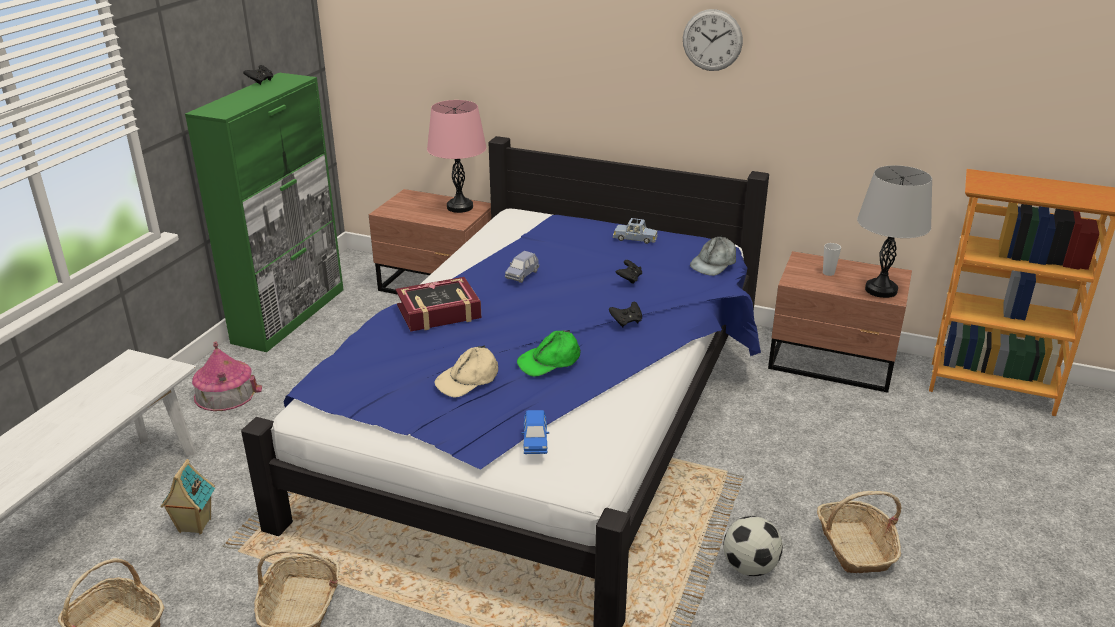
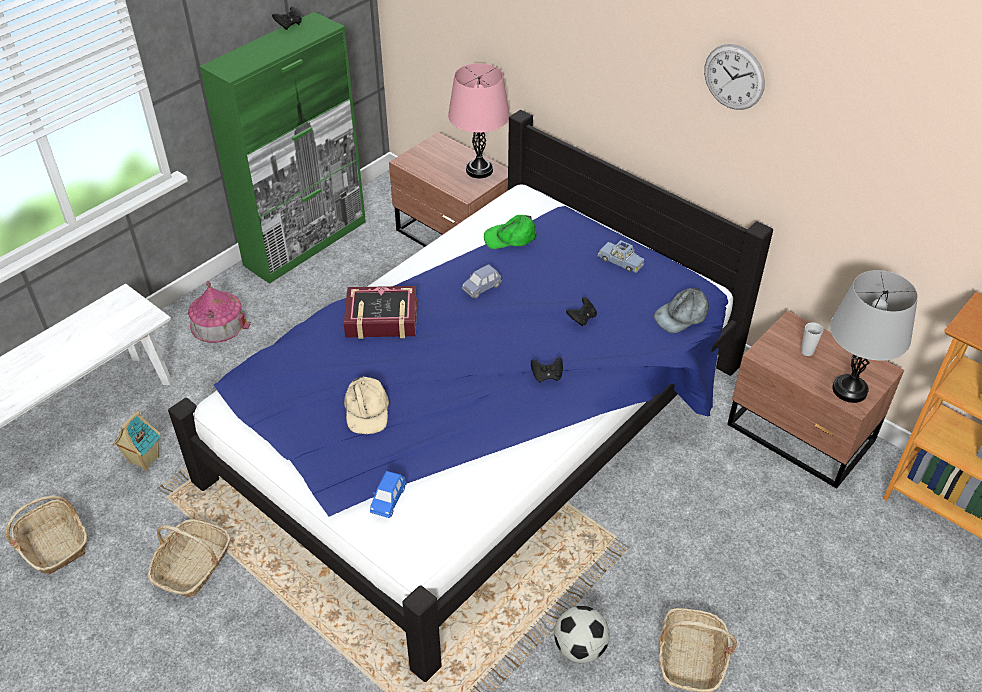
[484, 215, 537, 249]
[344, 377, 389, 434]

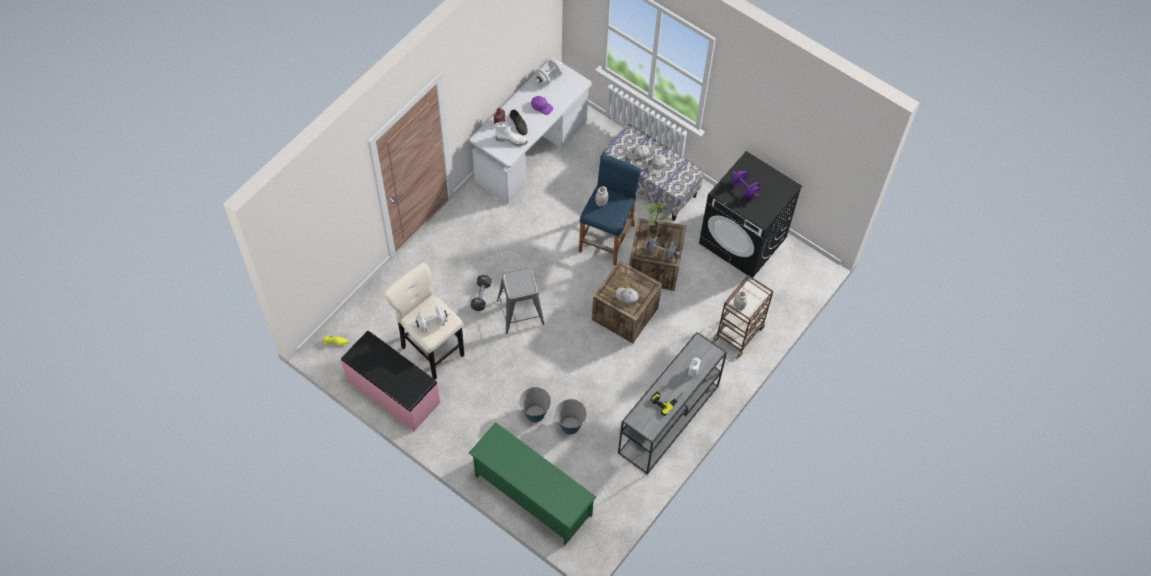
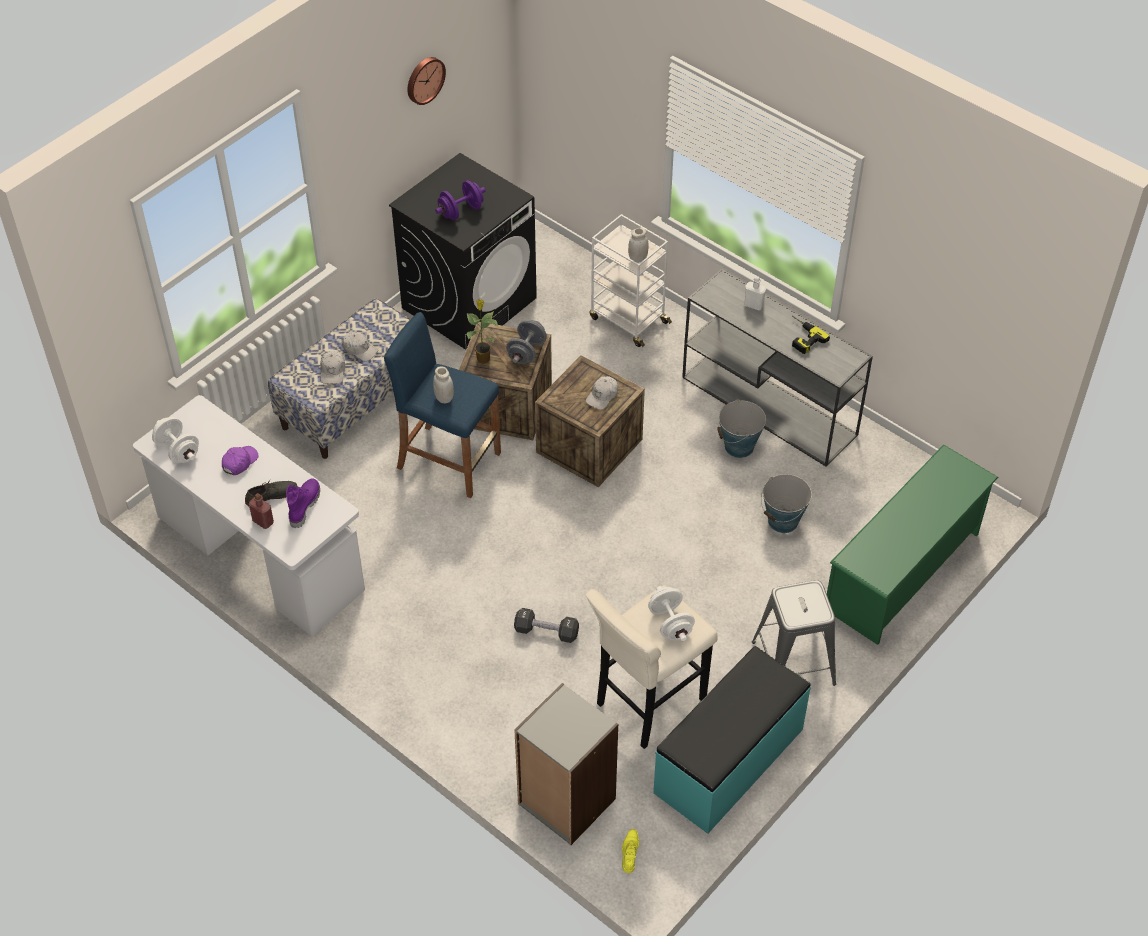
[286, 478, 320, 528]
[752, 580, 836, 686]
[590, 214, 672, 347]
[653, 646, 811, 834]
[717, 399, 766, 458]
[407, 57, 446, 105]
[514, 683, 618, 845]

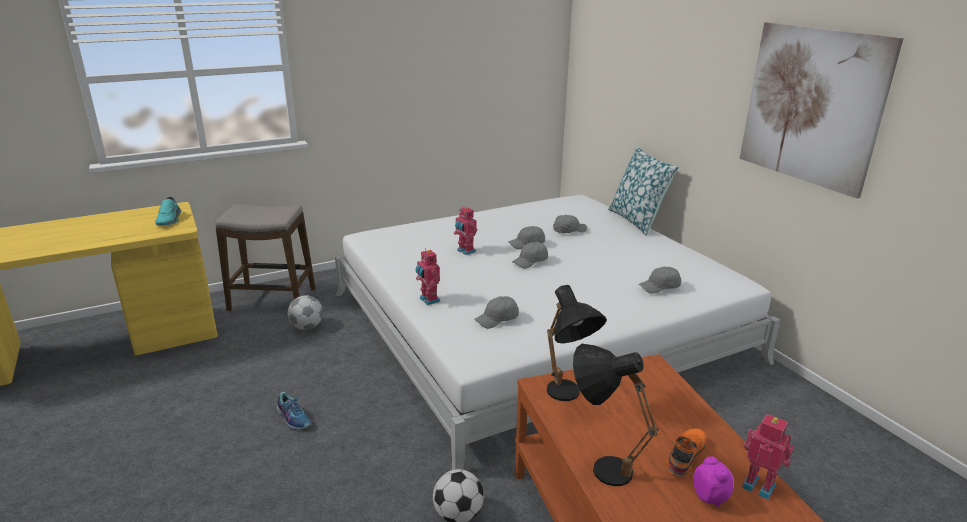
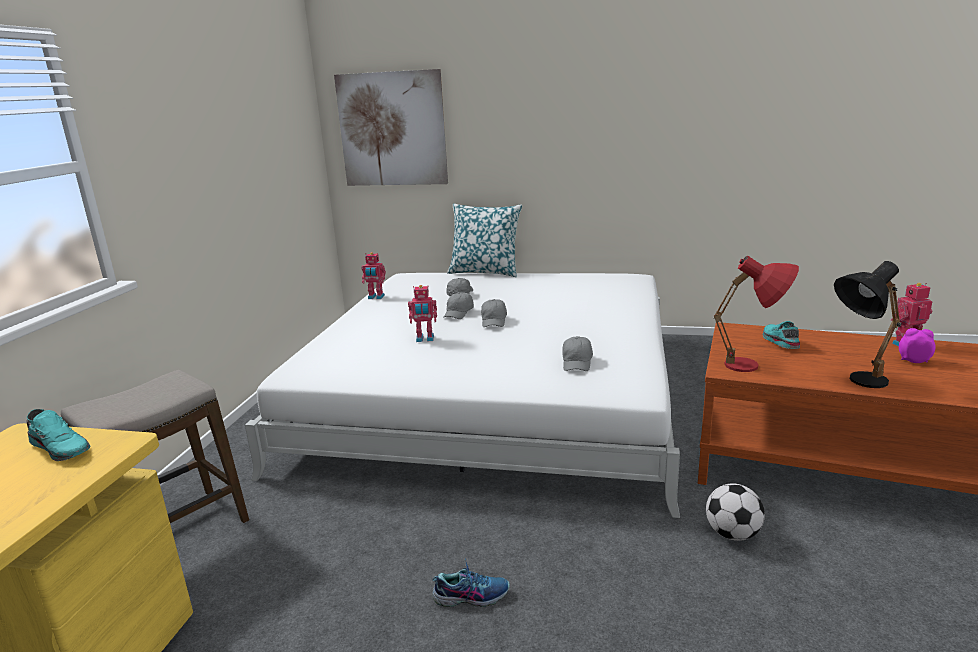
[334, 69, 448, 186]
[361, 252, 386, 299]
[639, 267, 681, 294] (first image)
[713, 256, 799, 372]
[288, 295, 323, 330] (first image)
[666, 428, 707, 477] (first image)
[763, 321, 800, 349]

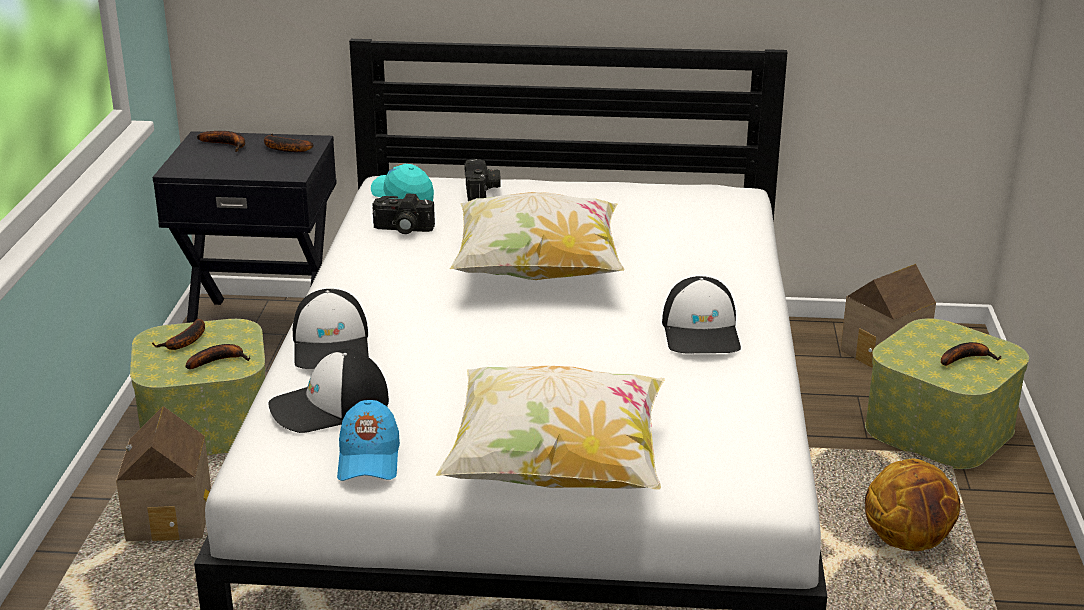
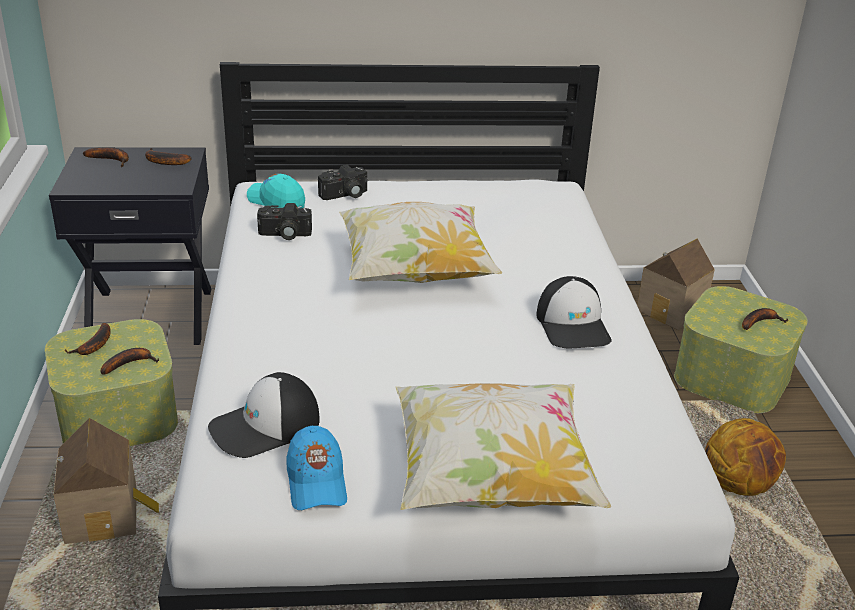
[318, 165, 368, 200]
[293, 289, 369, 369] (first image)

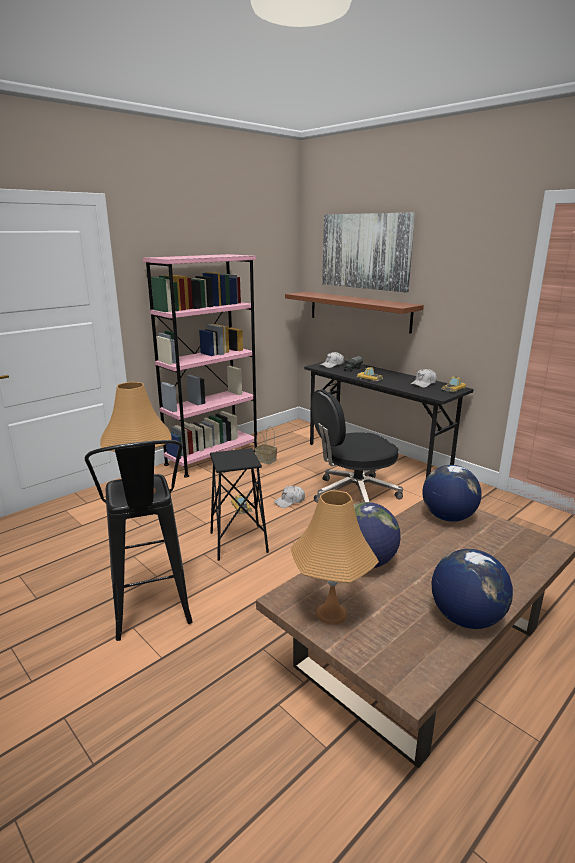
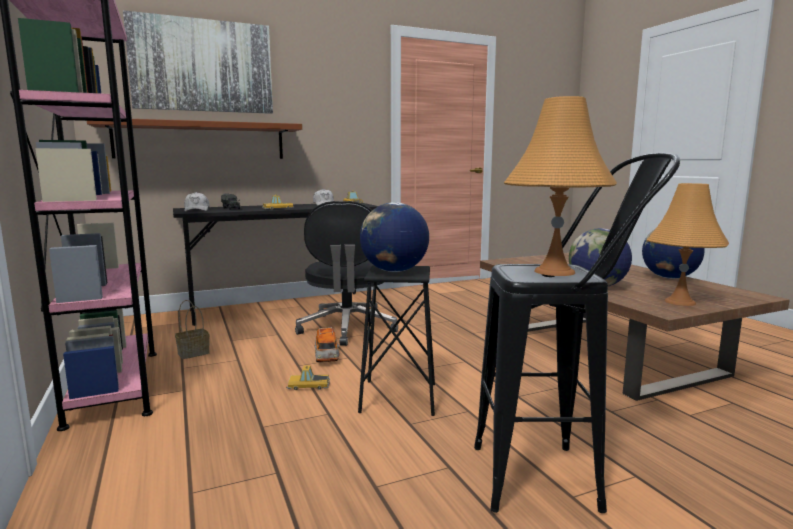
[360, 202, 429, 272]
[315, 327, 339, 362]

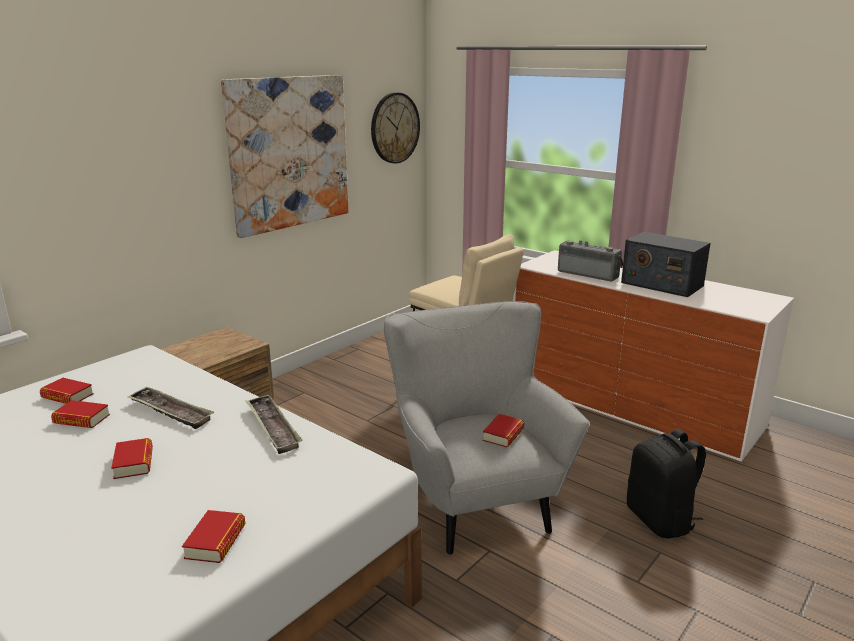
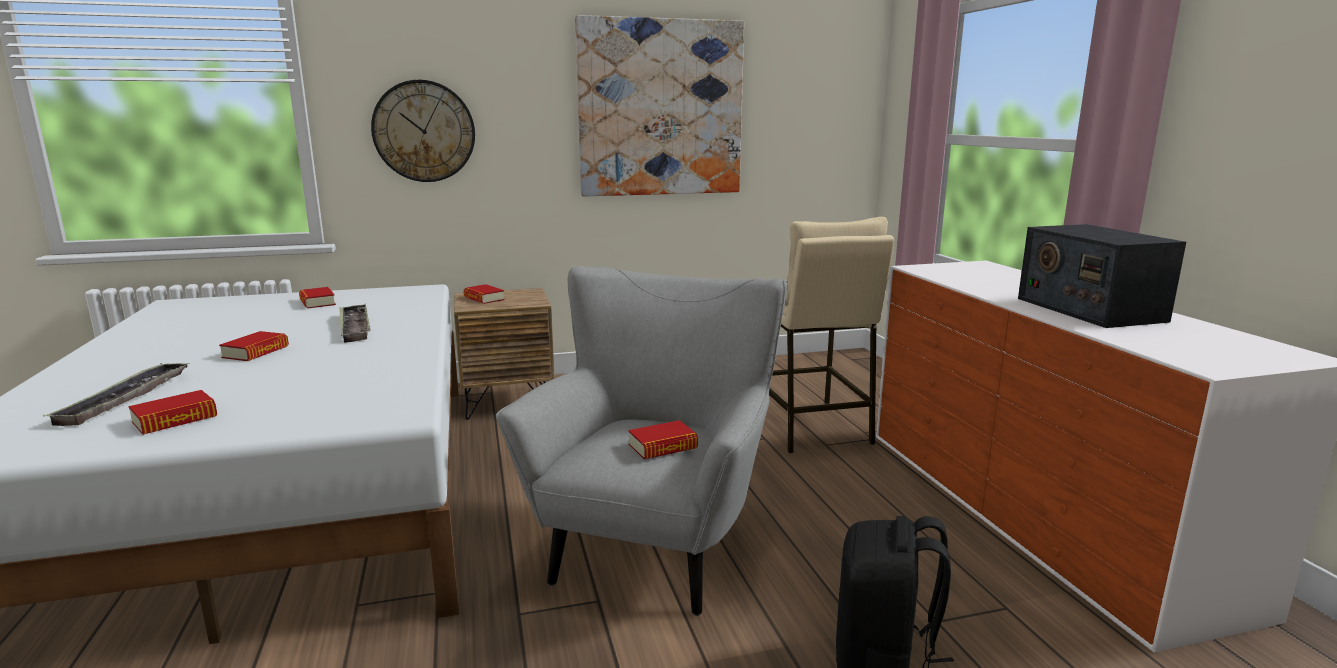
[371, 80, 475, 182]
[558, 240, 623, 282] (first image)
[43, 362, 190, 426]
[464, 284, 505, 304]

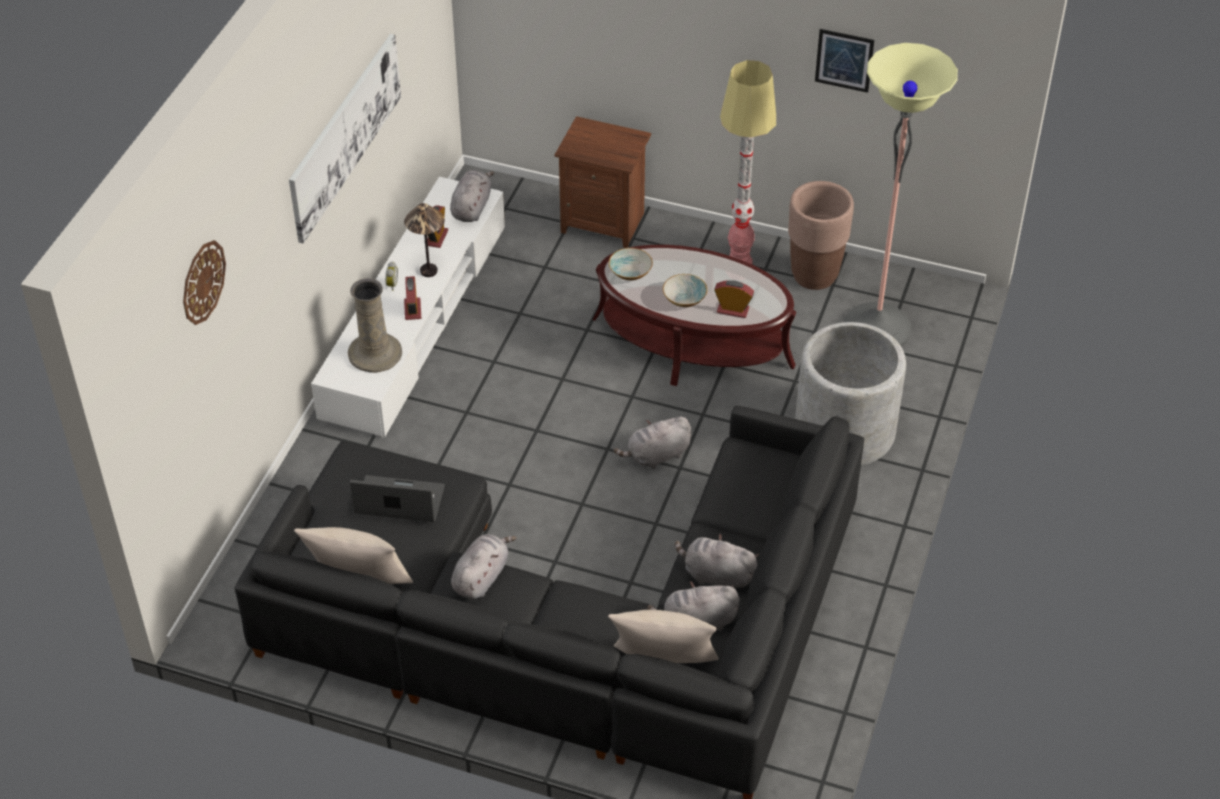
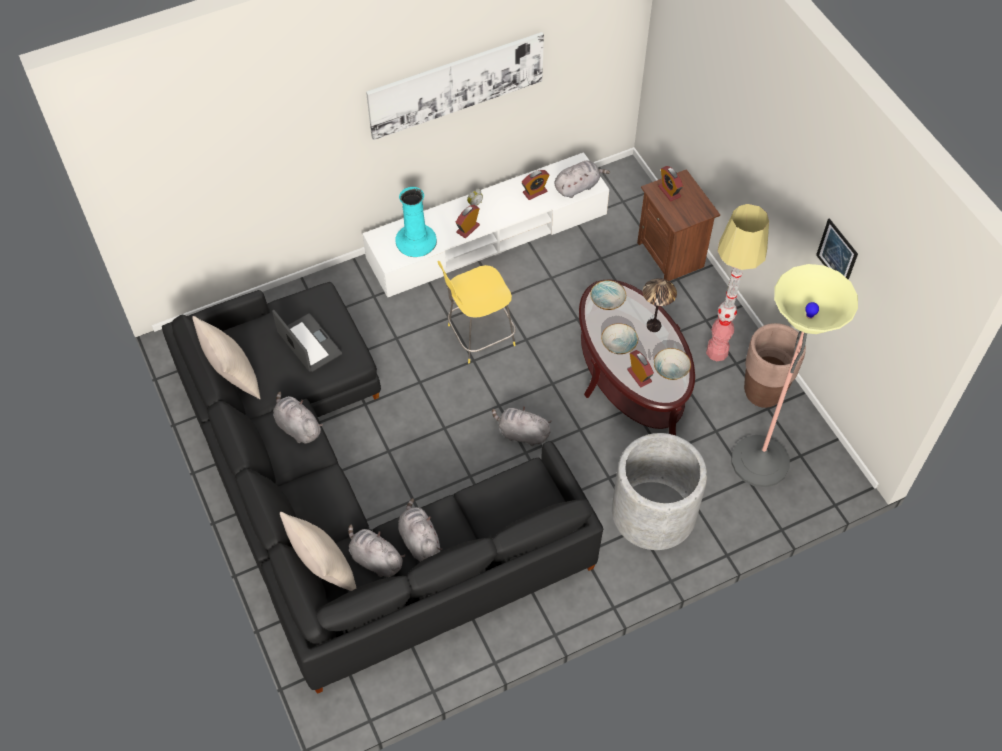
[643, 278, 677, 332]
[183, 240, 226, 325] (first image)
[395, 187, 437, 257]
[273, 392, 323, 444]
[658, 166, 683, 201]
[438, 261, 516, 364]
[654, 348, 691, 380]

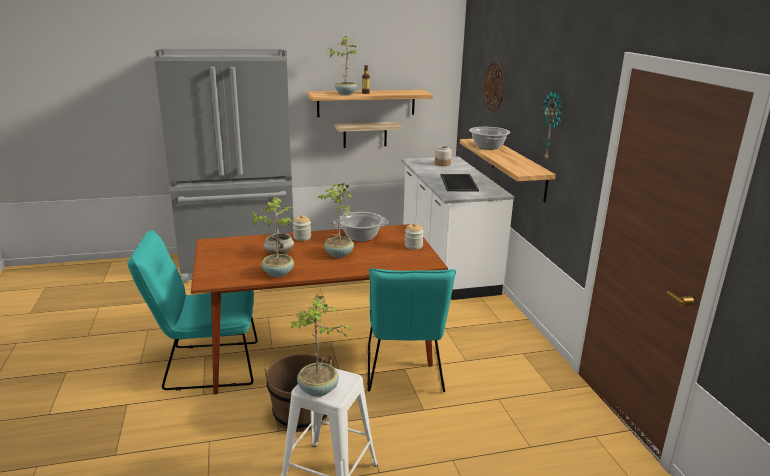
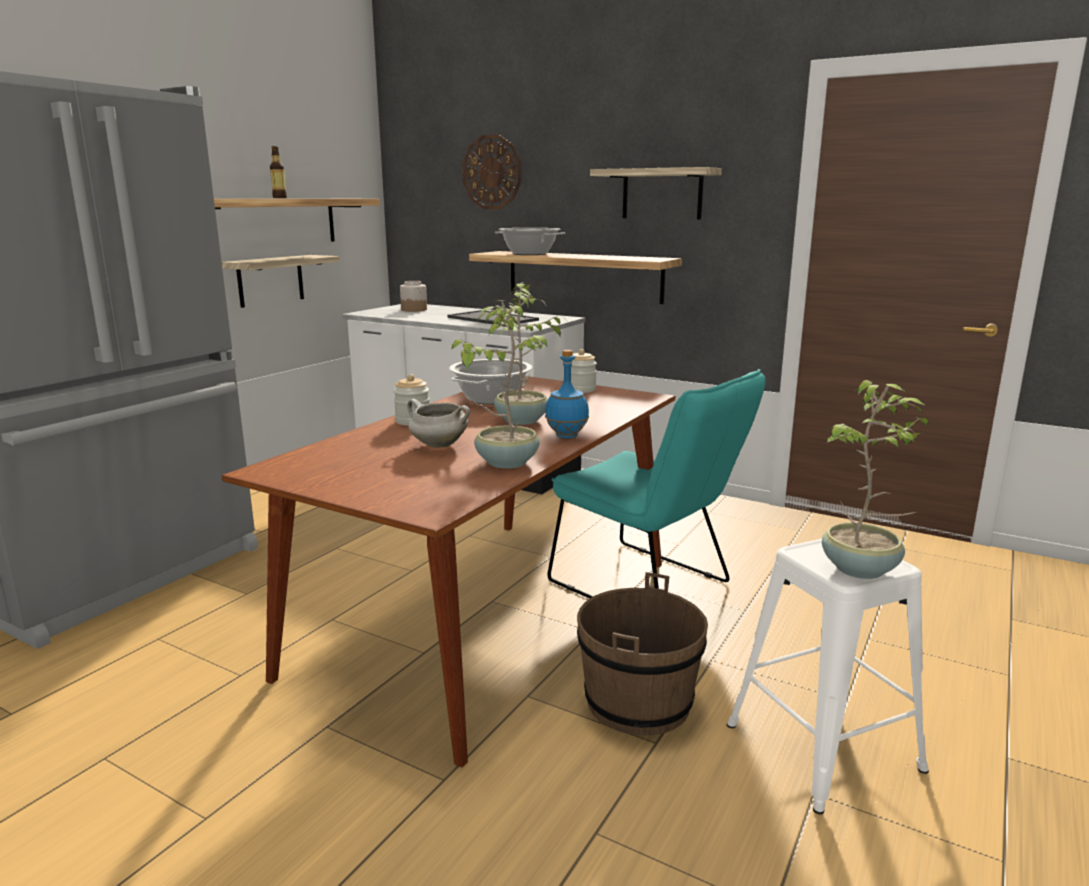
[329, 36, 358, 95] (first image)
[590, 167, 722, 219]
[128, 230, 258, 390] (first image)
[545, 350, 589, 438]

